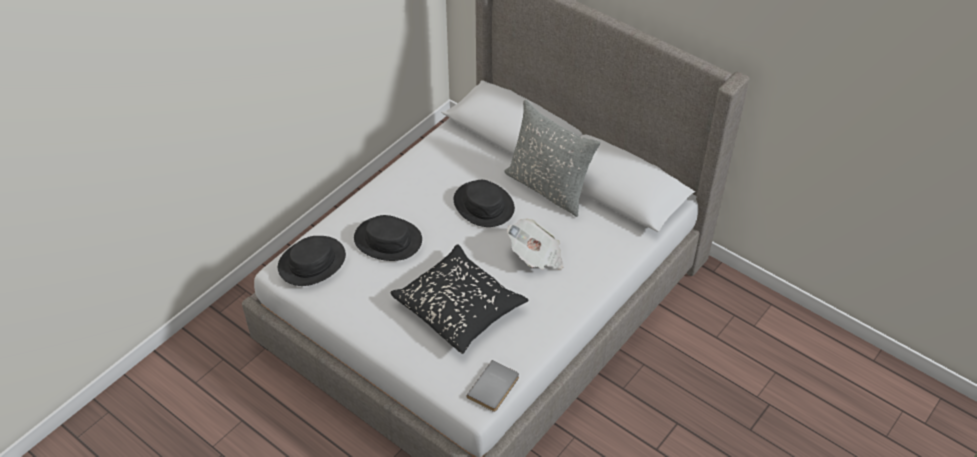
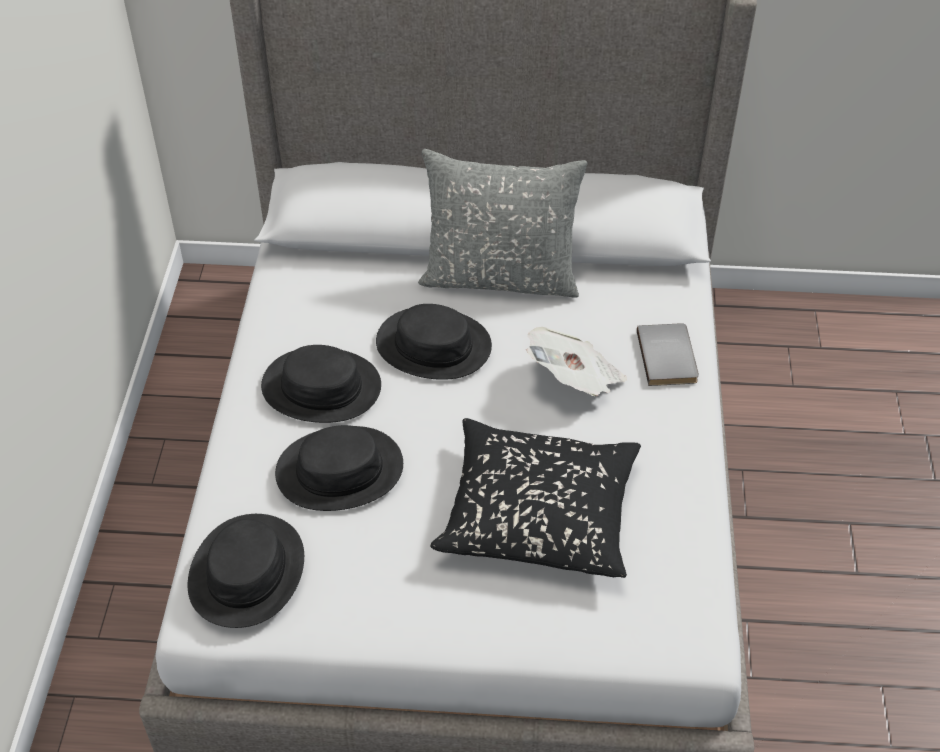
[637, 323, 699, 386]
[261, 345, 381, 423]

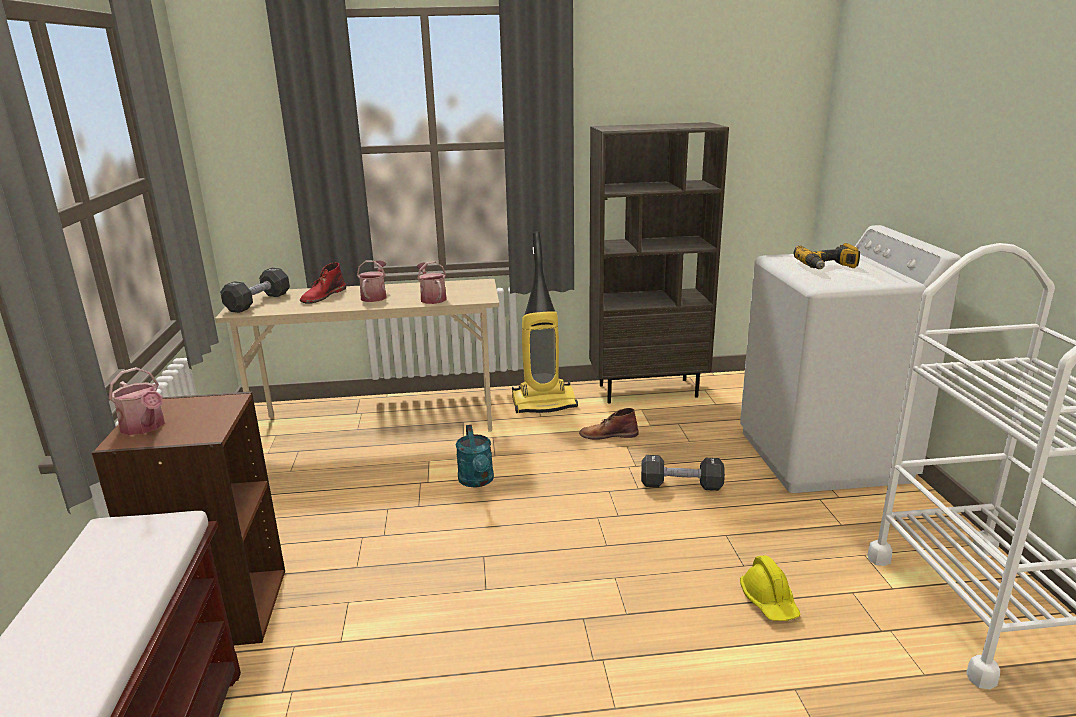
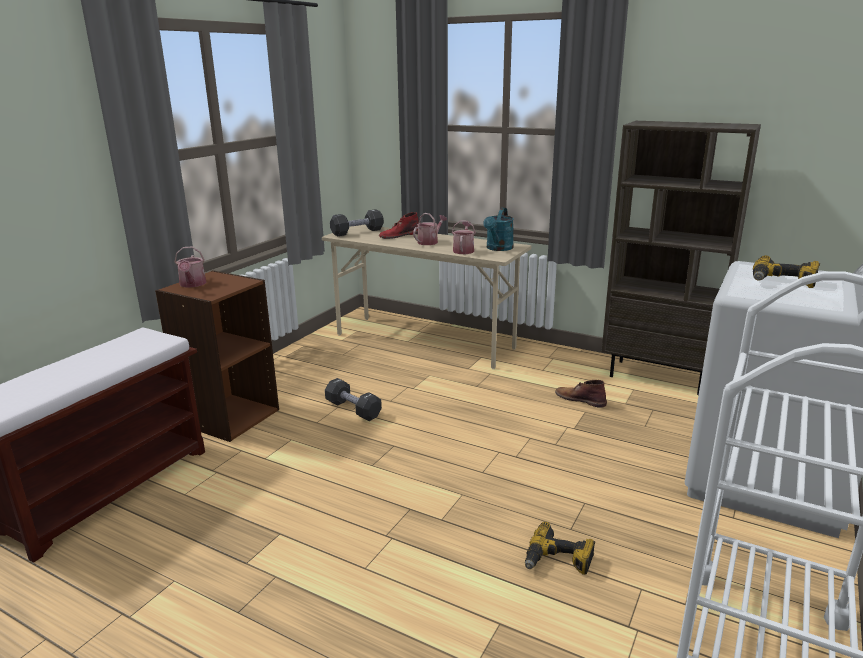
[512, 232, 578, 413] (first image)
[483, 208, 514, 251]
[325, 378, 382, 421]
[525, 522, 595, 575]

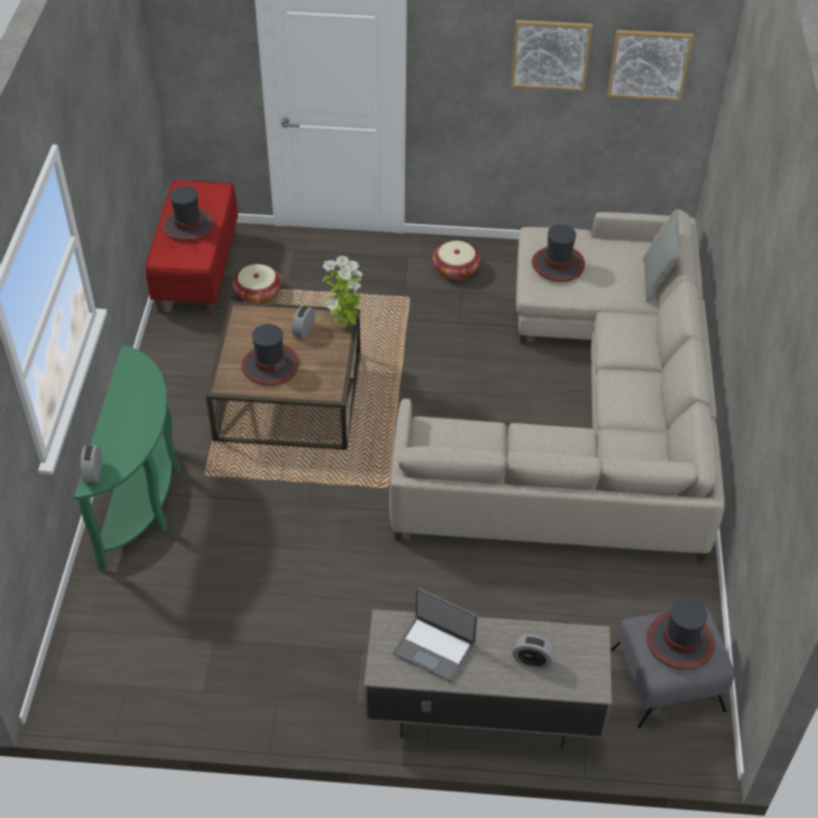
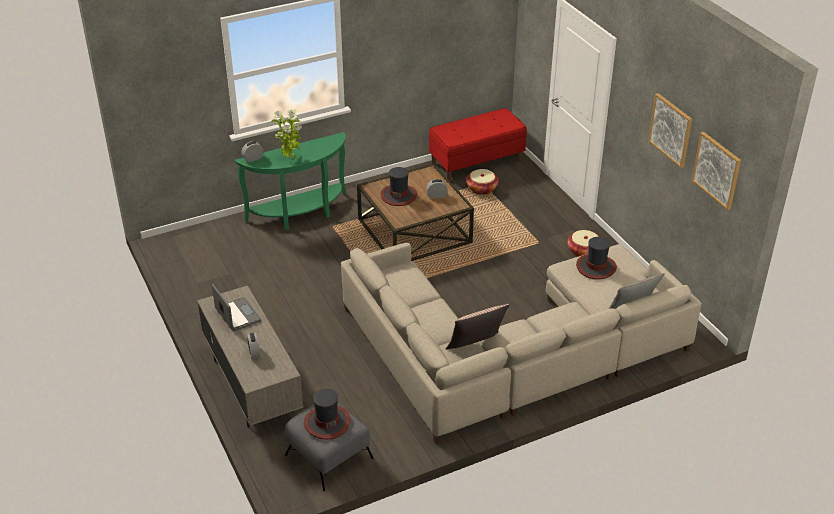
[162, 186, 214, 241] (first image)
[271, 109, 302, 159]
[212, 284, 261, 331]
[445, 304, 510, 350]

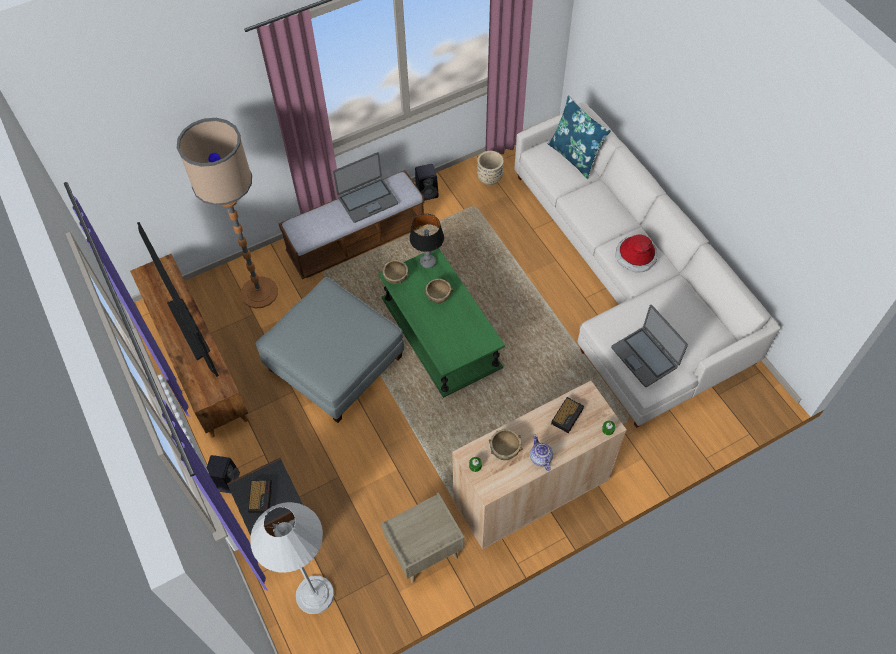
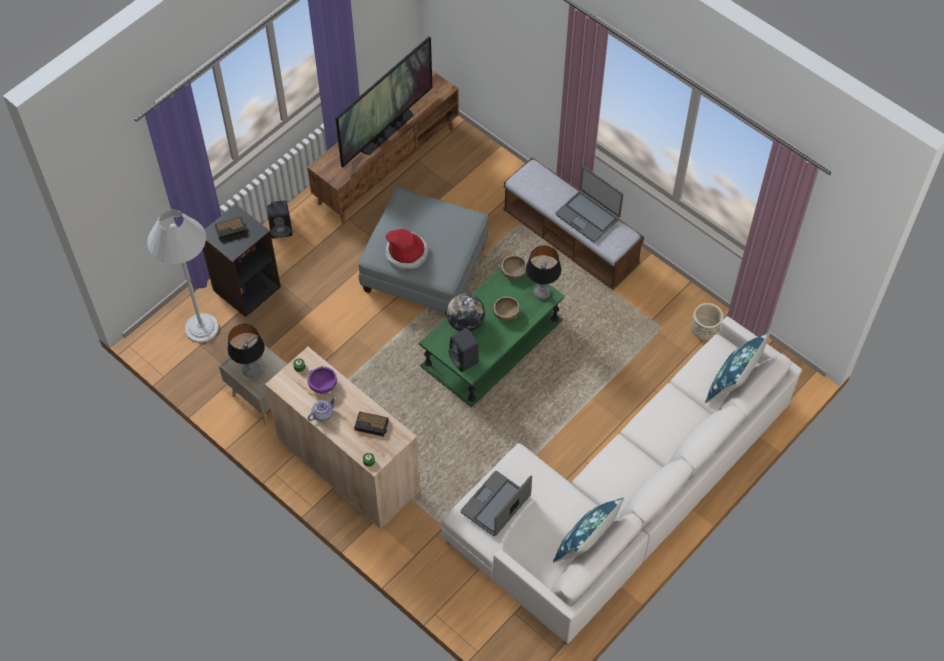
[177, 118, 278, 309] (first image)
[449, 328, 479, 372]
[385, 229, 428, 269]
[308, 366, 337, 394]
[446, 293, 485, 332]
[227, 324, 265, 378]
[553, 498, 624, 563]

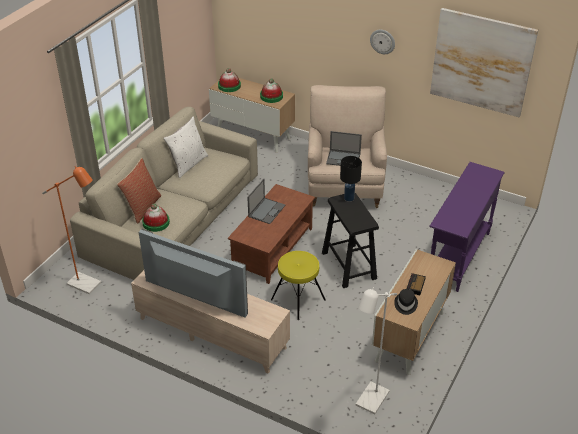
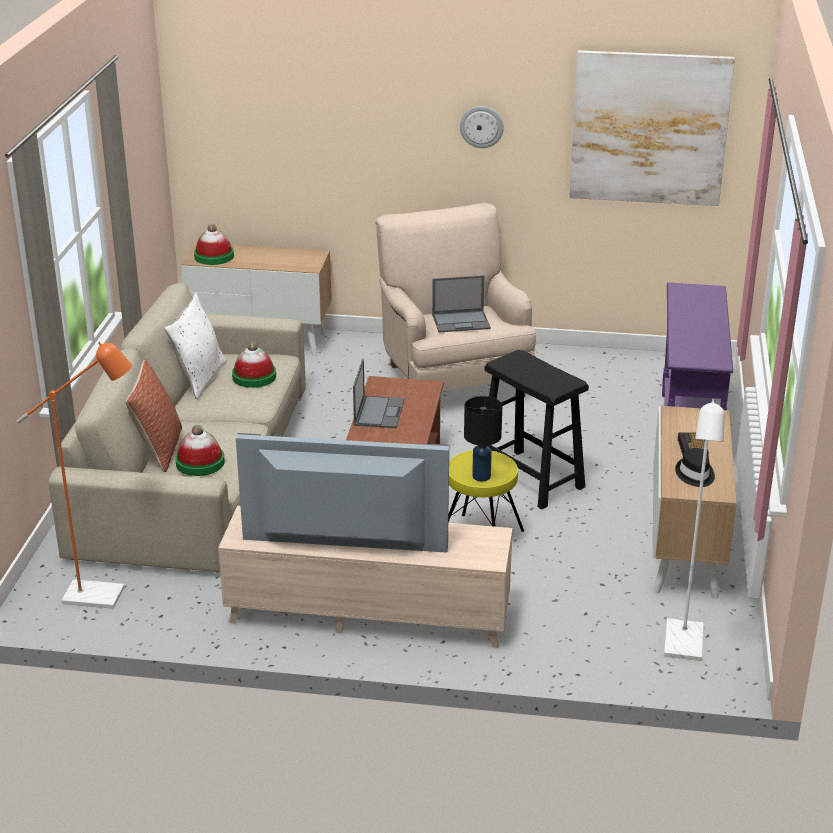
[232, 342, 276, 388]
[464, 396, 502, 481]

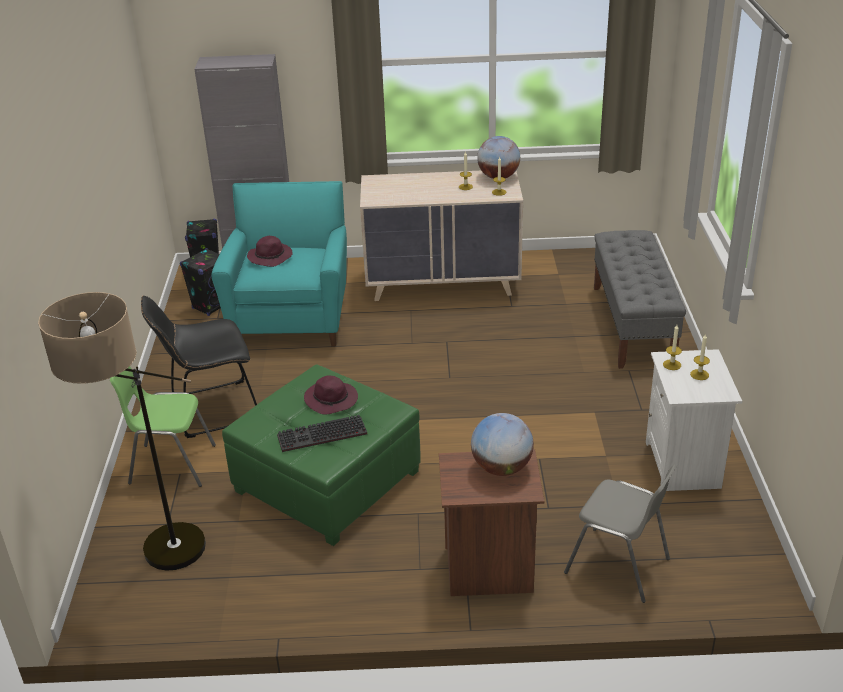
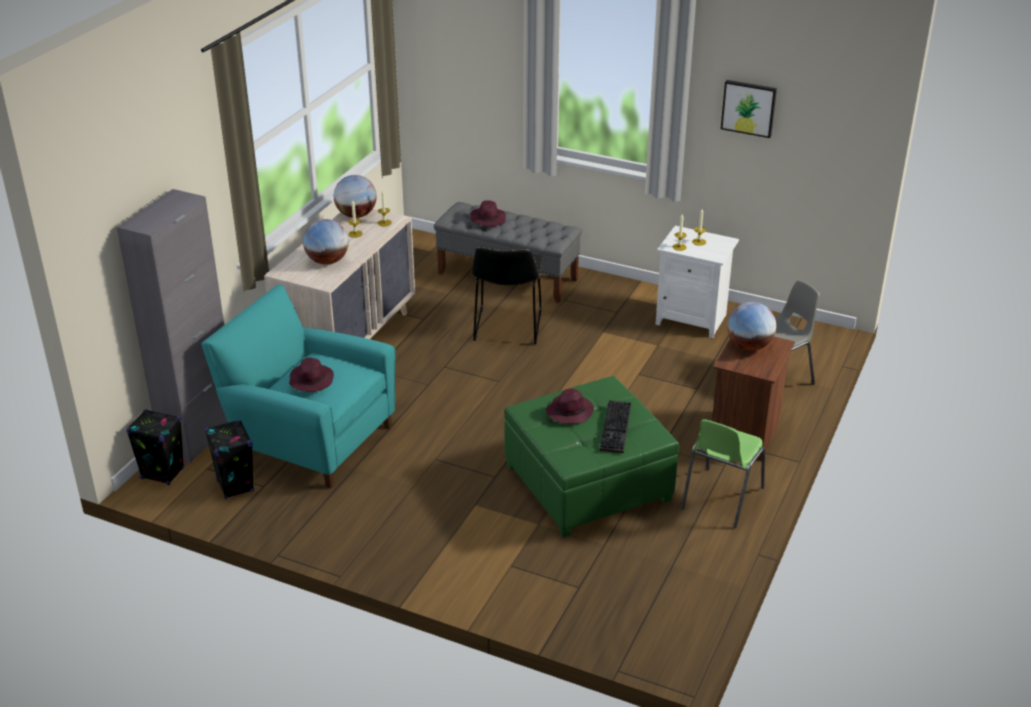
[38, 292, 206, 571] (first image)
[472, 246, 543, 344]
[681, 419, 765, 528]
[721, 80, 777, 138]
[470, 200, 506, 226]
[303, 219, 349, 264]

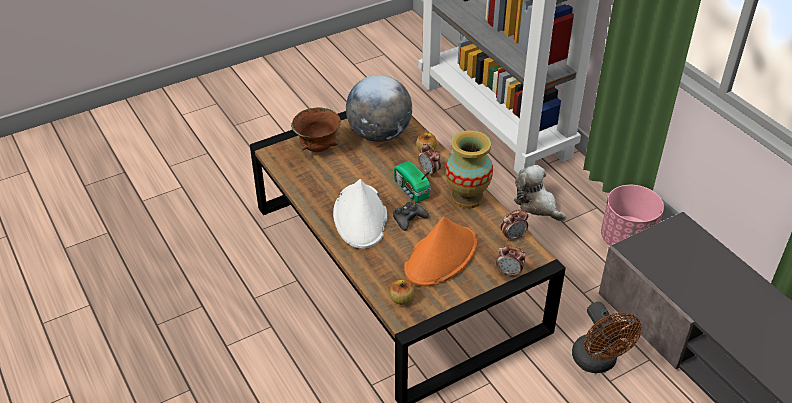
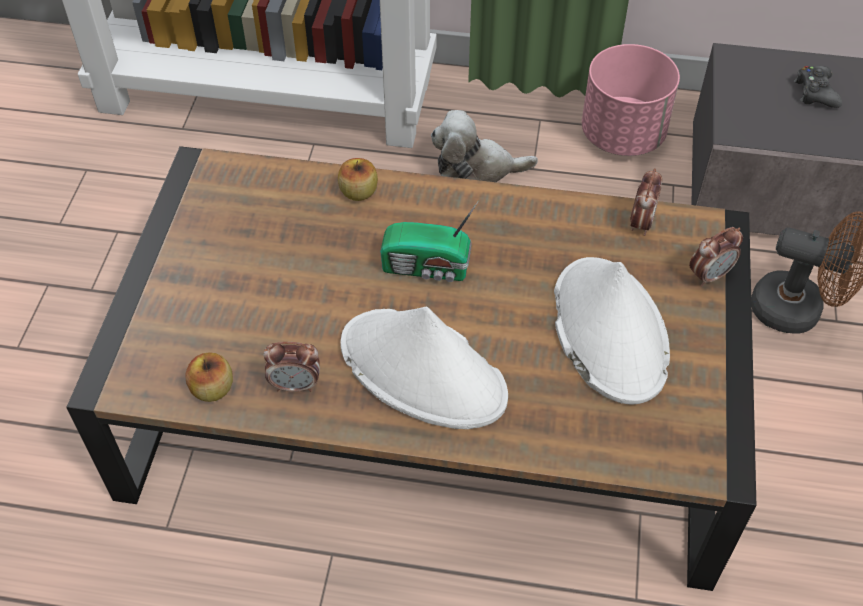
[346, 75, 412, 142] (first image)
[291, 107, 341, 152] (first image)
[445, 130, 493, 209] (first image)
[263, 342, 320, 392]
[794, 66, 842, 108]
[554, 257, 670, 405]
[186, 352, 233, 402]

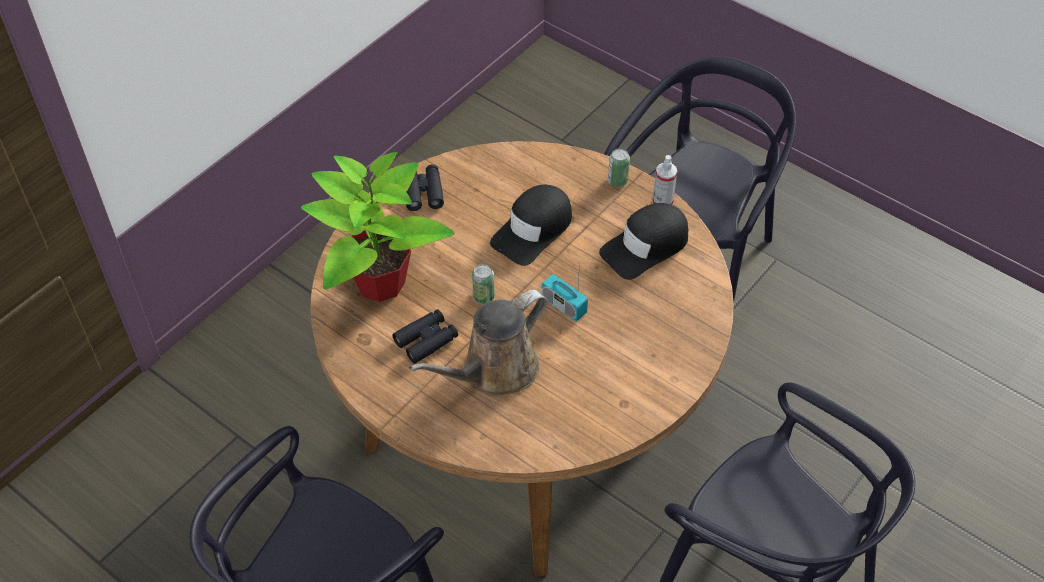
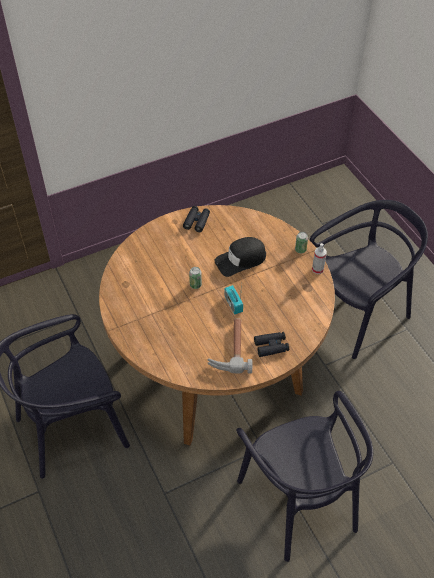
[301, 152, 455, 302] (first image)
[599, 203, 688, 280] (first image)
[409, 290, 547, 396] (first image)
[254, 332, 289, 357]
[207, 318, 252, 373]

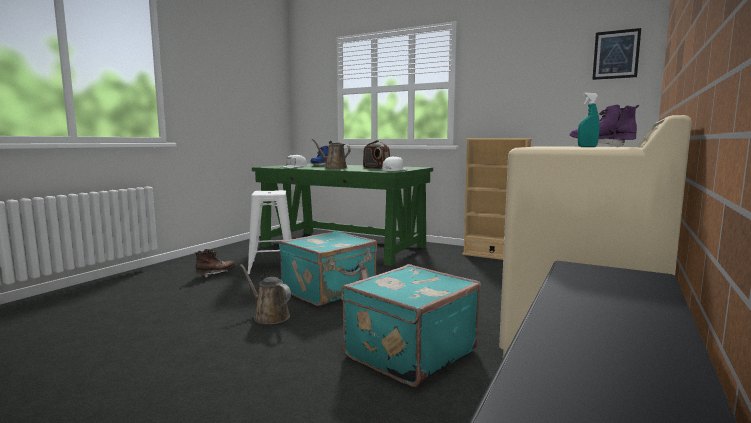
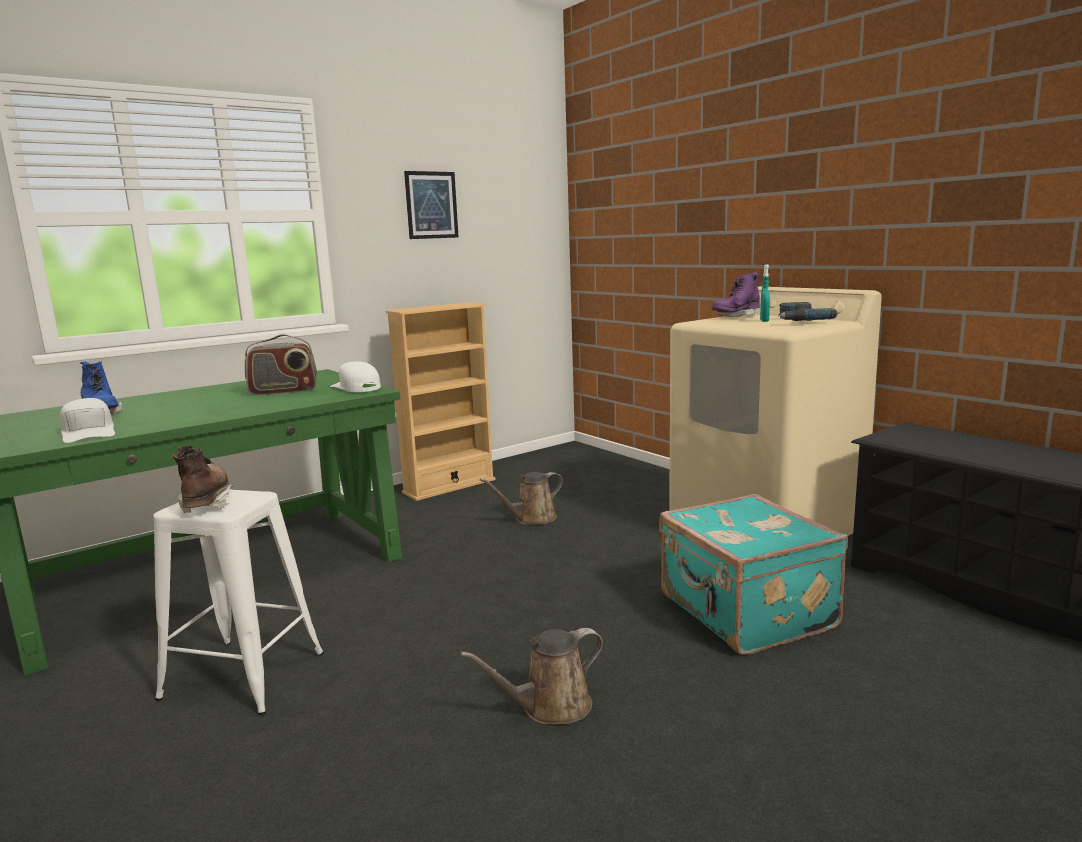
[404, 171, 459, 239]
[480, 472, 563, 525]
[279, 231, 377, 306] (first image)
[172, 445, 234, 514]
[778, 302, 837, 321]

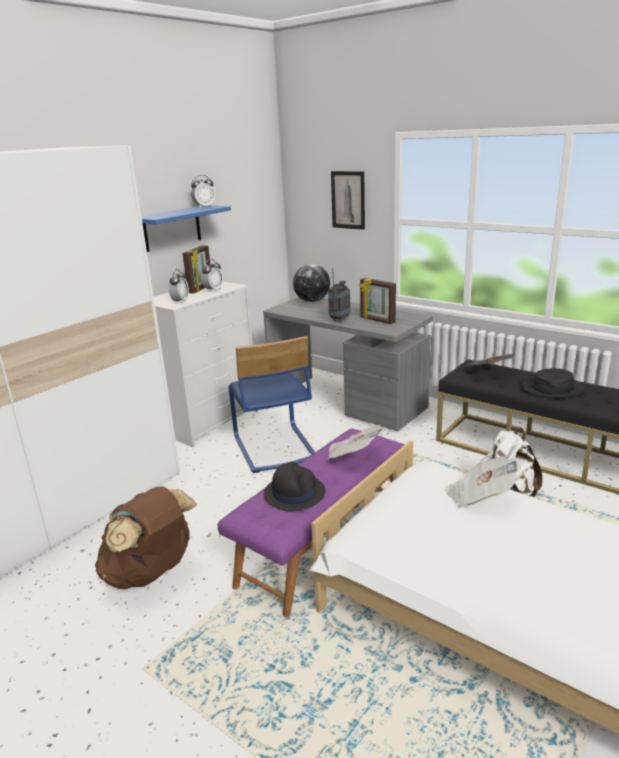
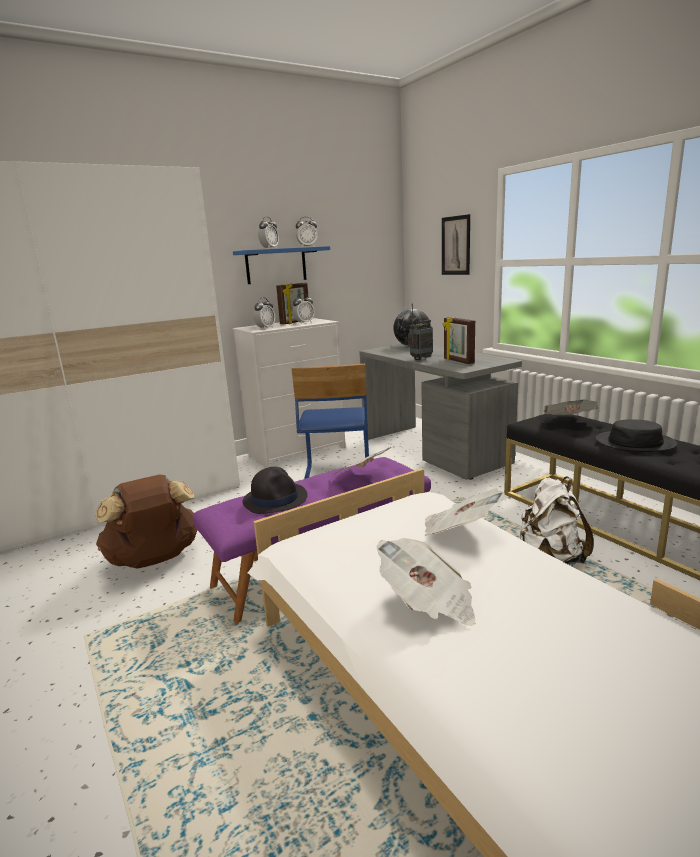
[258, 217, 279, 249]
[377, 538, 476, 626]

